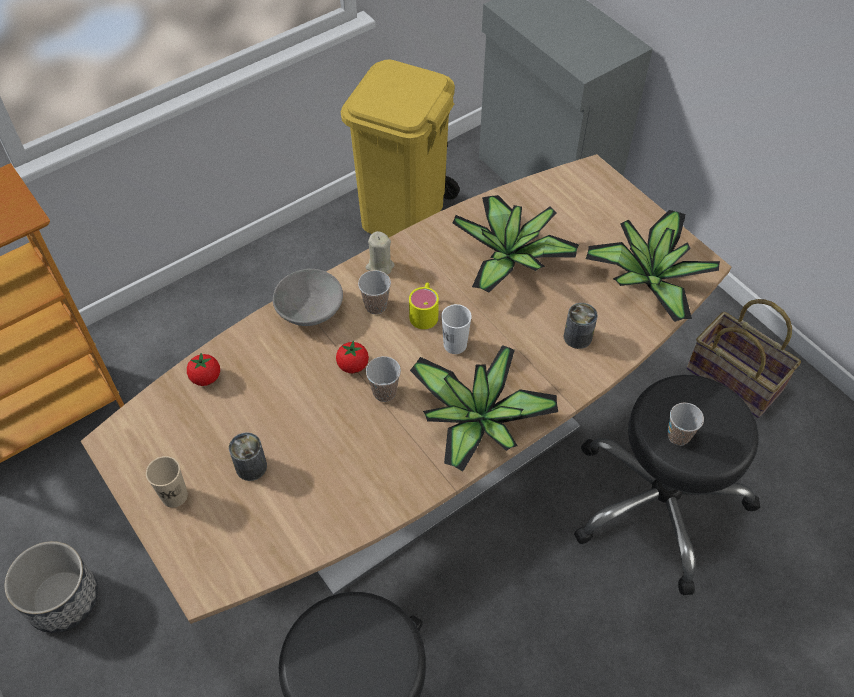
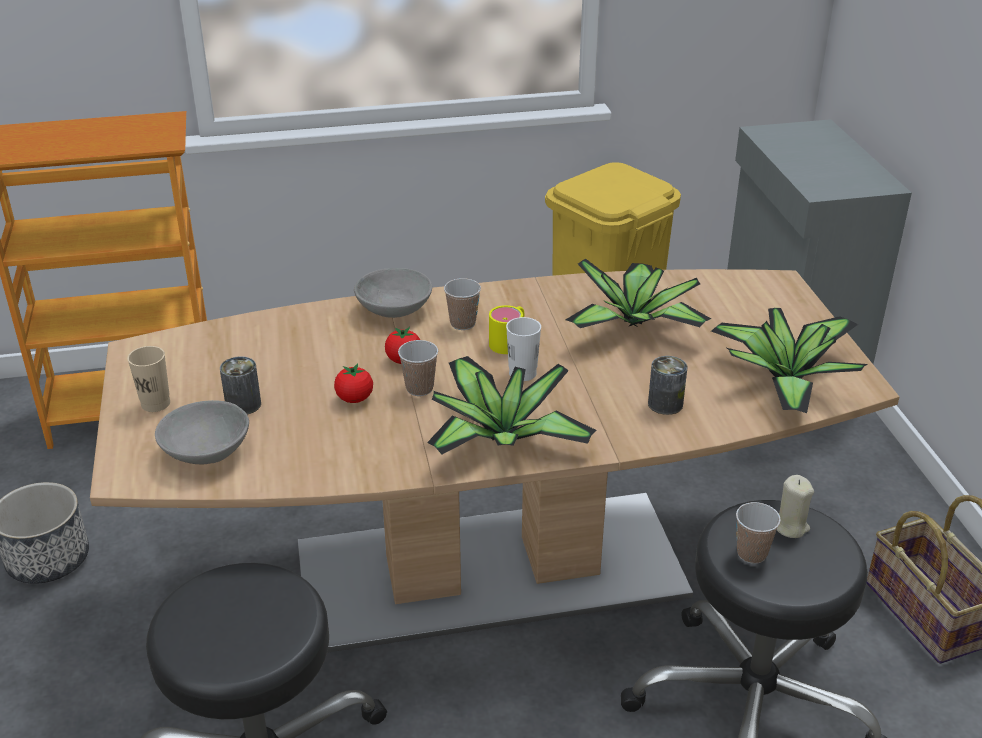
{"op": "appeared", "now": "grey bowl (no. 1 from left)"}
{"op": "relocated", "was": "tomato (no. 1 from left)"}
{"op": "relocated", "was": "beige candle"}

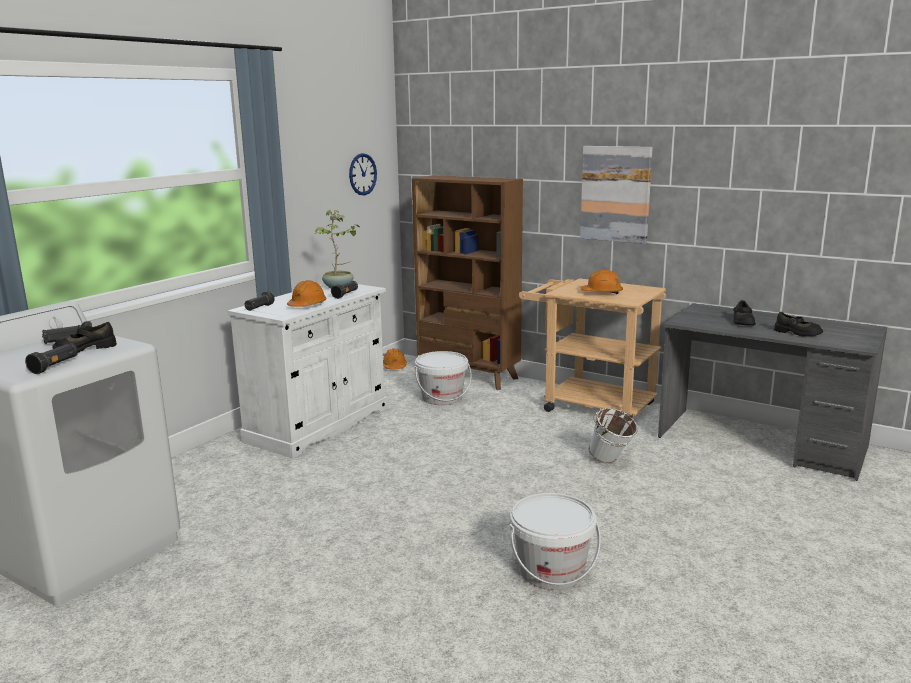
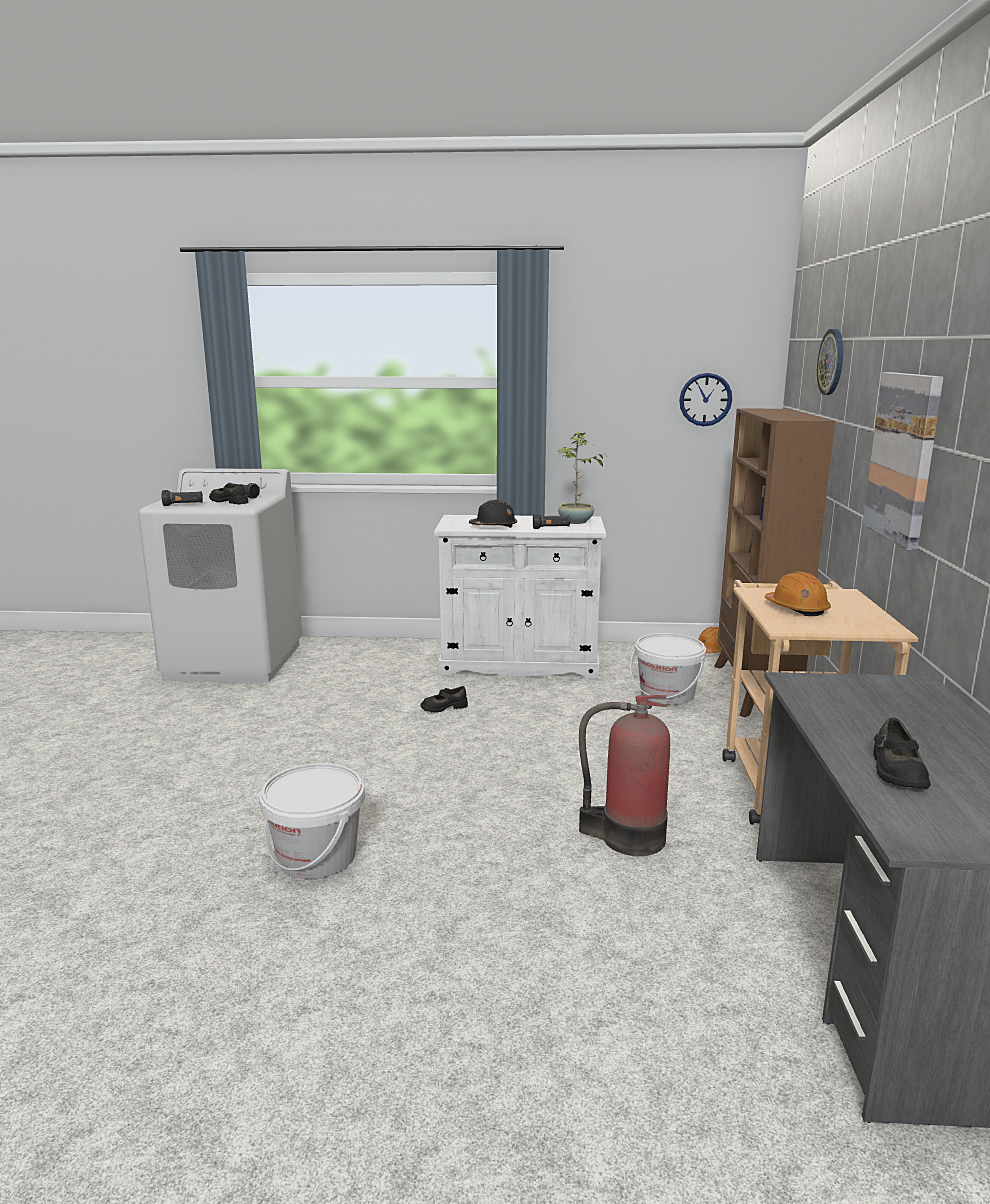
{"op": "missing", "was": "black flashlight (no. 3 from left)"}
{"op": "appeared", "now": "wall clock (no. 2 from left)"}
{"op": "relocated", "was": "black shoe (no. 2 from left)"}
{"op": "exchanged", "was": "white bucket (no. 3 from left)", "now": "fire extinguisher"}
{"op": "colour", "was": "orange hard hat (no. 1 from left)", "now": "black hard hat"}

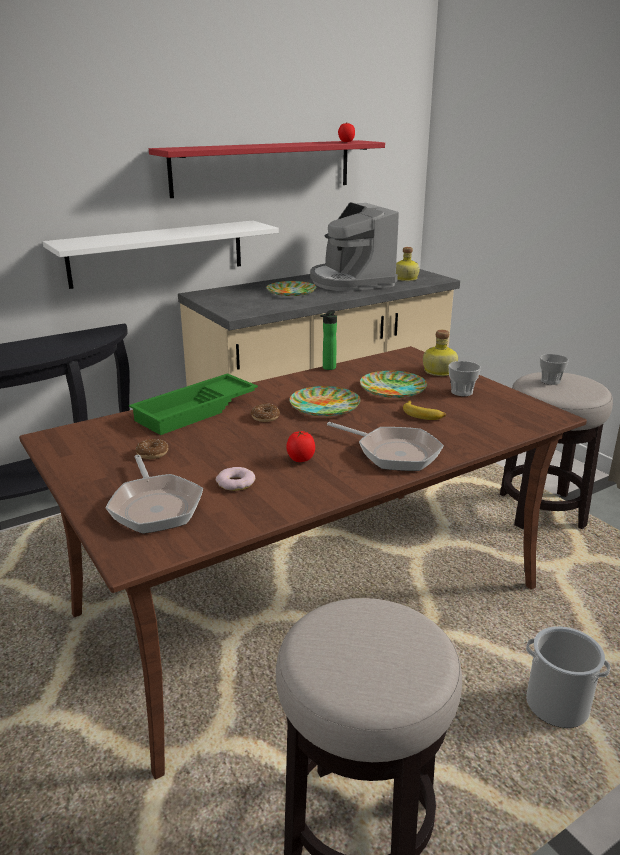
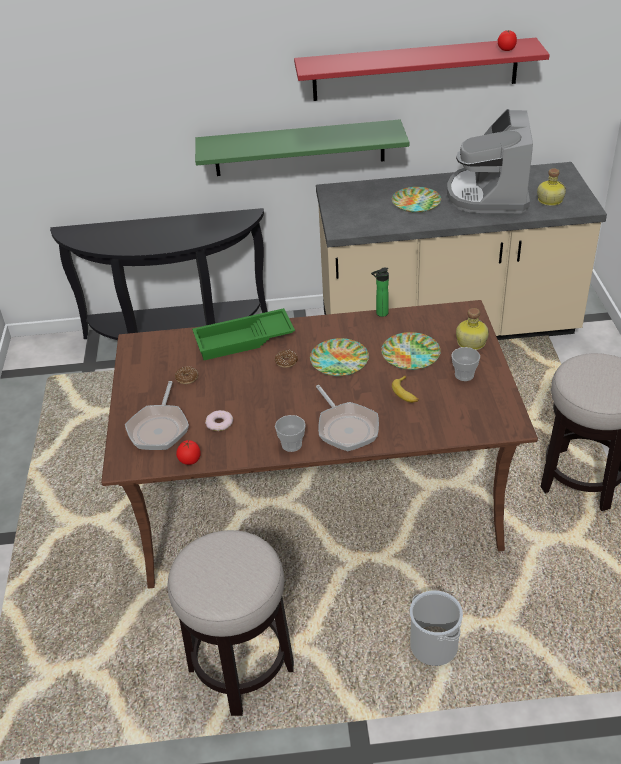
{"op": "relocated", "was": "tomato (no. 1 from left)"}
{"op": "relocated", "was": "cup (no. 2 from left in the first image)", "now": "cup (no. 1 from left)"}
{"op": "colour", "was": "white shelf", "now": "green shelf"}

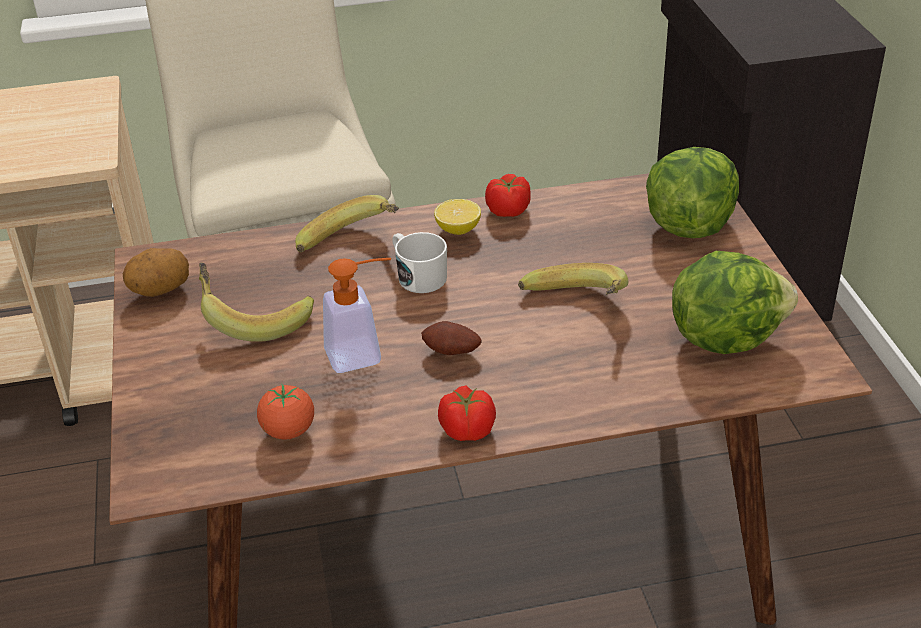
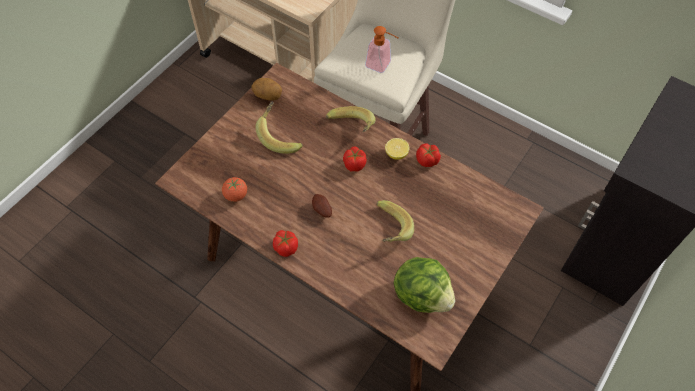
{"op": "missing", "was": "lettuce (no. 1 from left)"}
{"op": "relocated", "was": "soap dispenser"}
{"op": "exchanged", "was": "white mug", "now": "tomato (no. 3 from left)"}

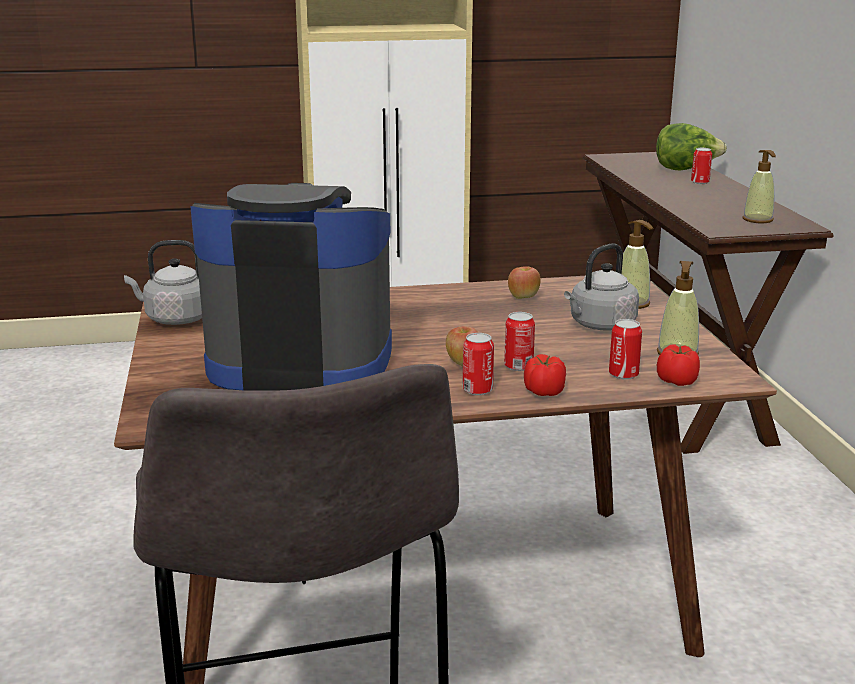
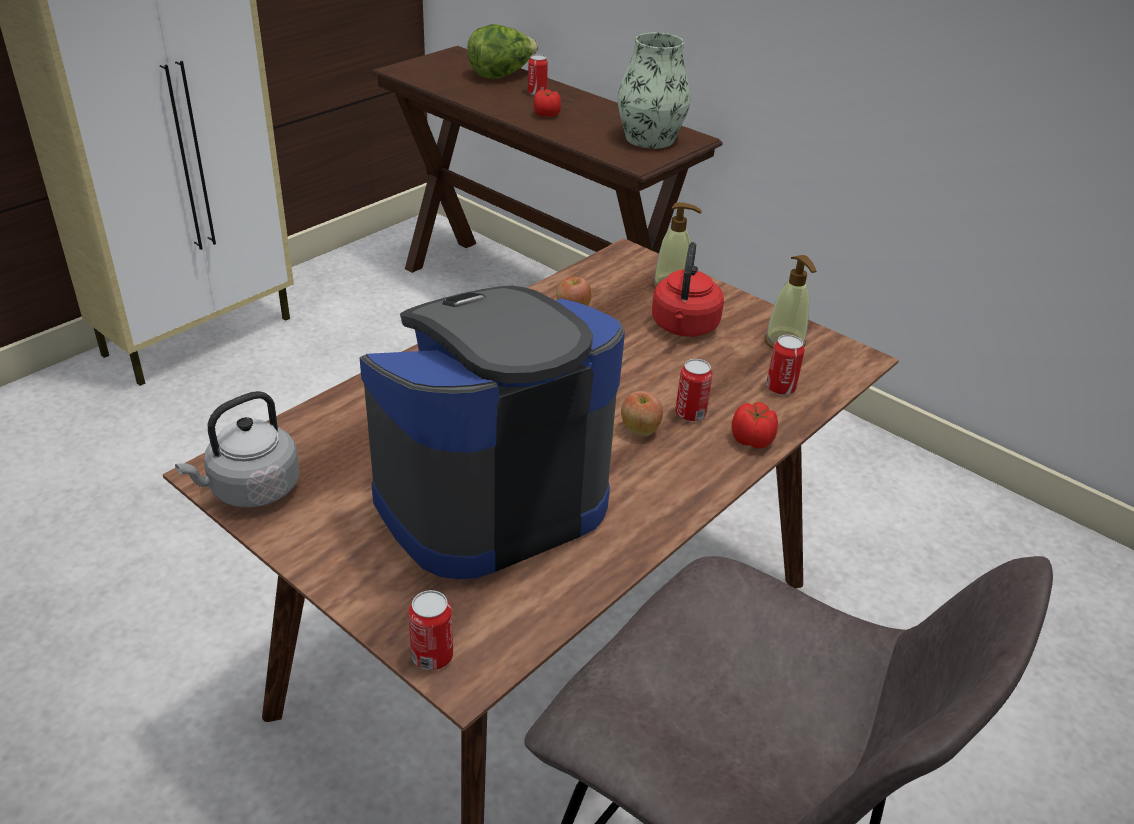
{"op": "relocated", "was": "can (no. 1 from left)"}
{"op": "relocated", "was": "tomato (no. 2 from left in the first image)", "now": "tomato (no. 1 from left)"}
{"op": "exchanged", "was": "soap dispenser (no. 3 from left)", "now": "vase"}
{"op": "colour", "was": "grey kettle (no. 2 from left)", "now": "red kettle"}

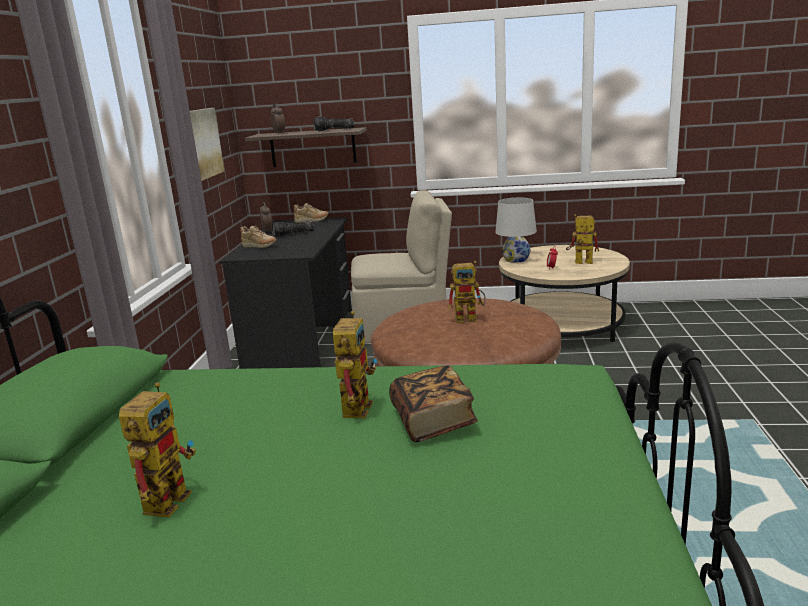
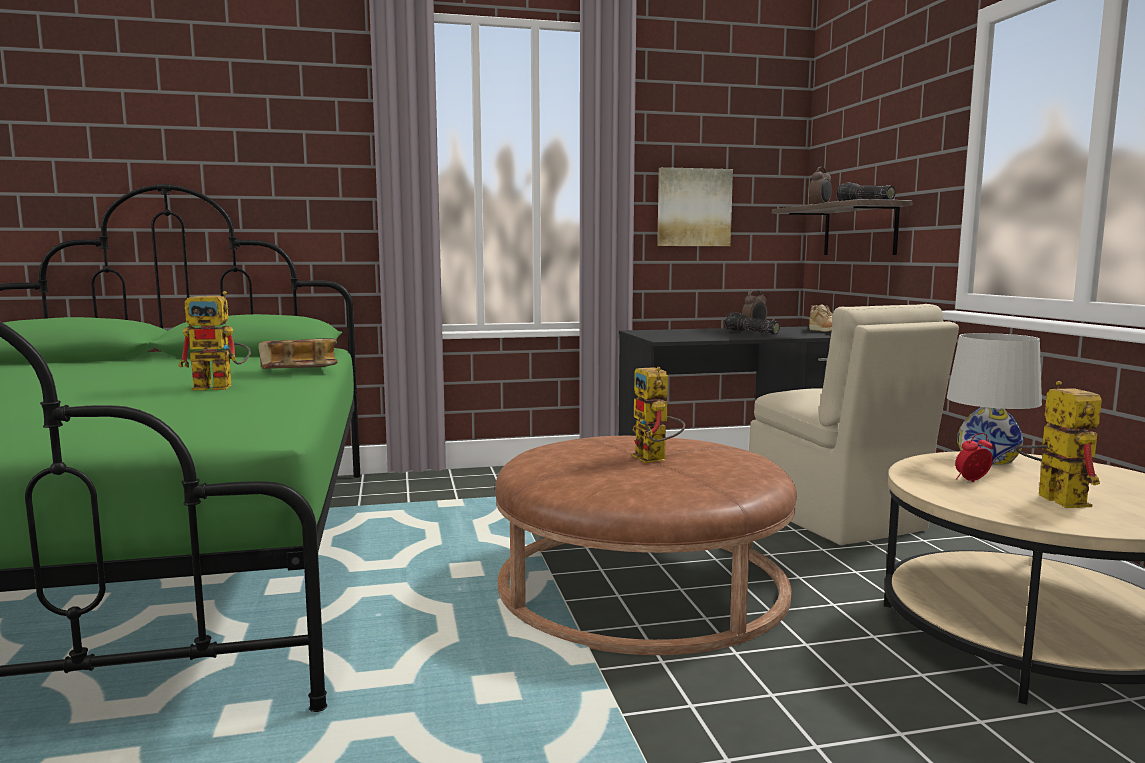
{"op": "missing", "was": "toy robot (no. 1 from left)"}
{"op": "missing", "was": "beige shoe (no. 1 from left)"}
{"op": "relocated", "was": "book"}

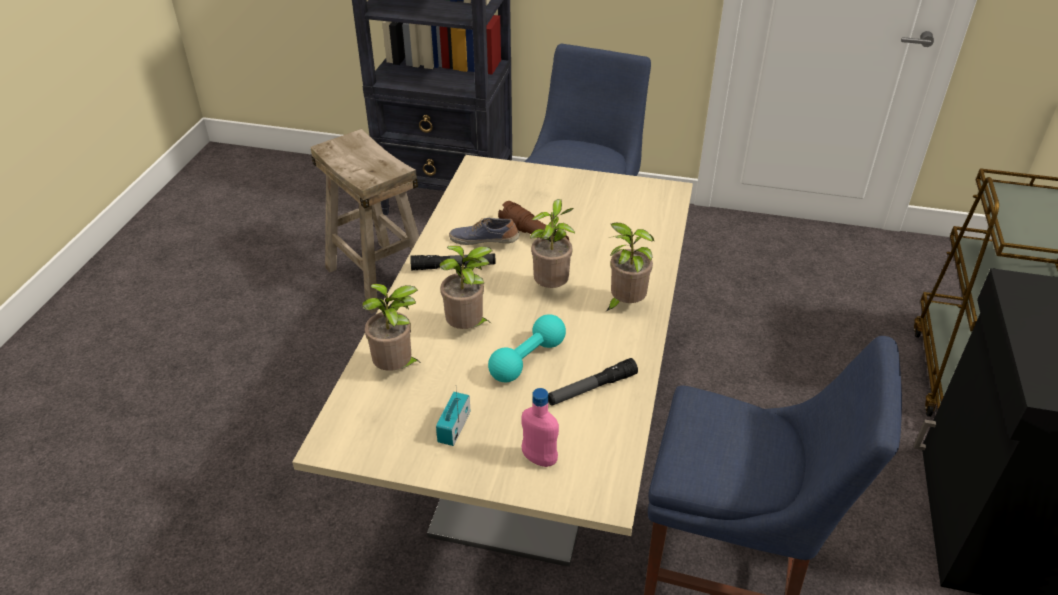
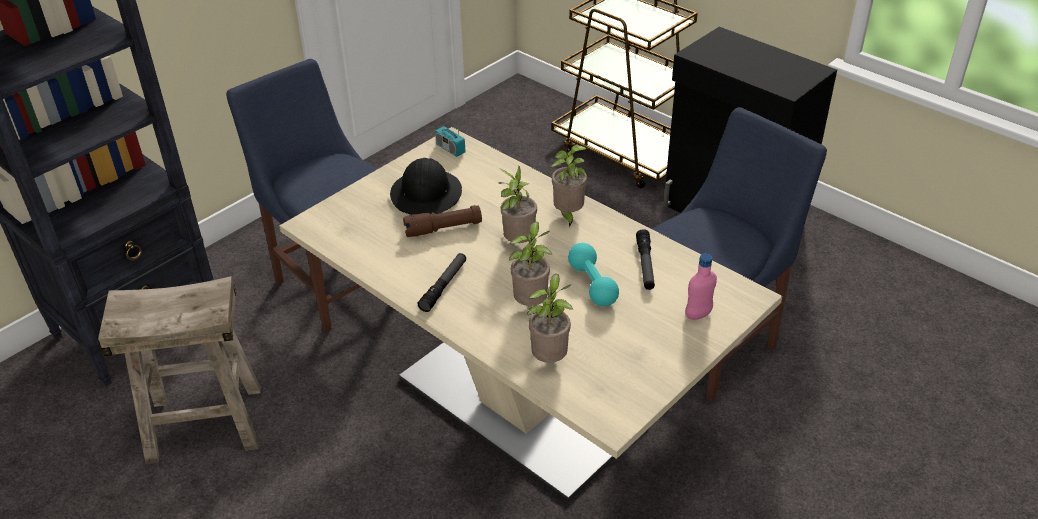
{"op": "missing", "was": "shoe"}
{"op": "appeared", "now": "black hard hat"}
{"op": "relocated", "was": "radio"}

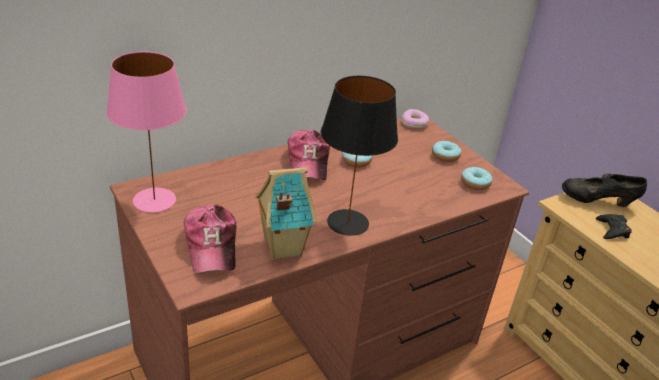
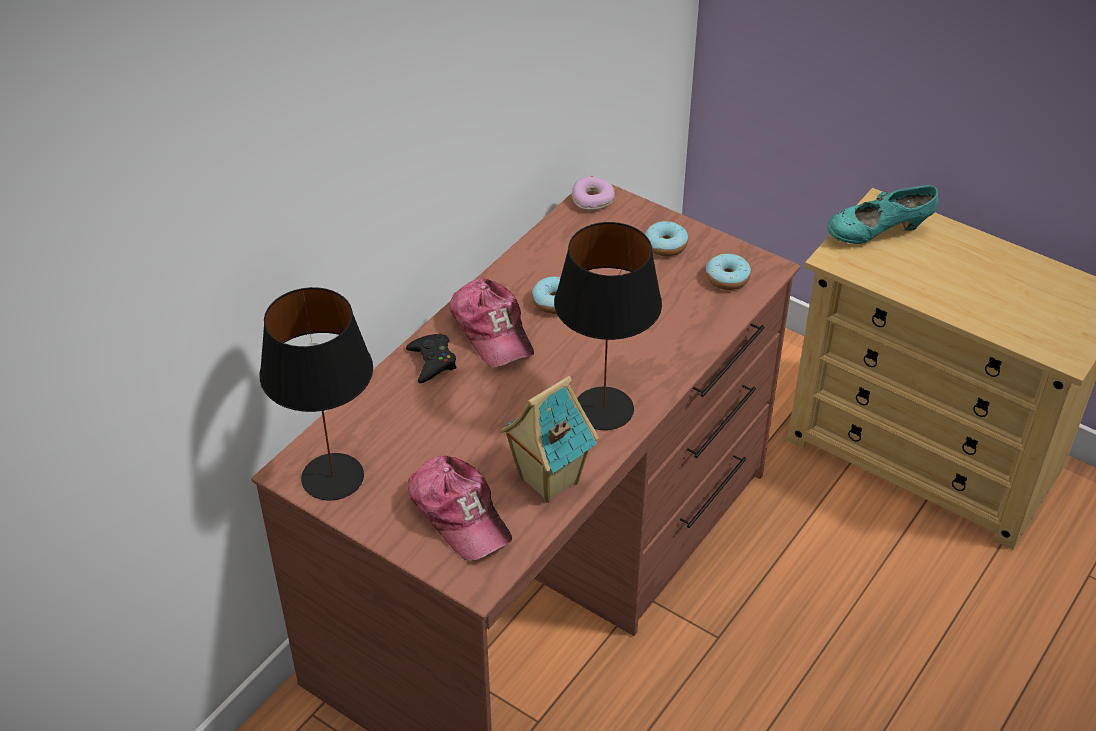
{"op": "relocated", "was": "black game controller"}
{"op": "colour", "was": "pink table lamp", "now": "black table lamp (no. 1 from left)"}
{"op": "colour", "was": "black shoe", "now": "turquoise shoe"}

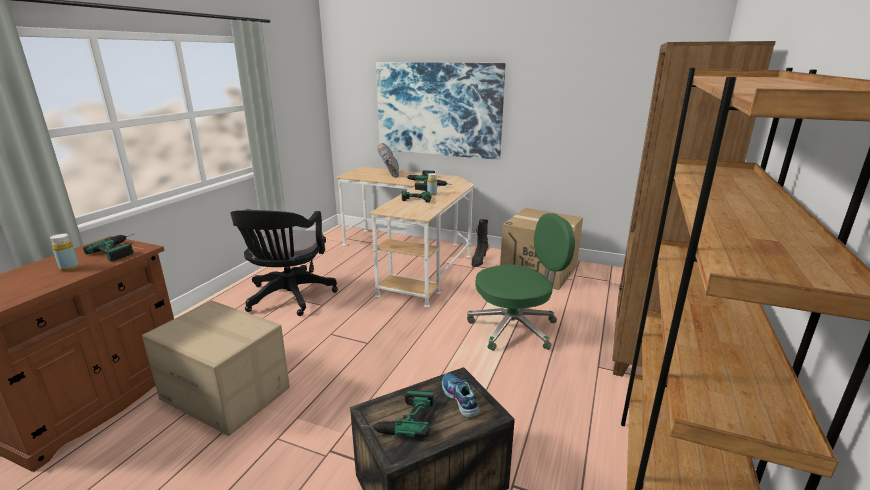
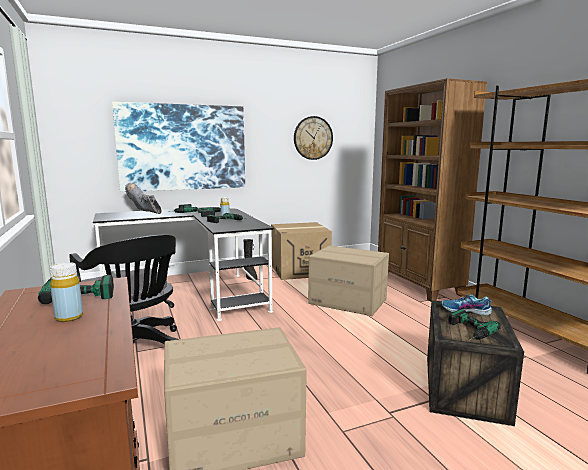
{"op": "appeared", "now": "wall clock"}
{"op": "exchanged", "was": "green office chair", "now": "cardboard box (no. 3 from left)"}
{"op": "colour", "was": "beige desk", "now": "black desk"}

